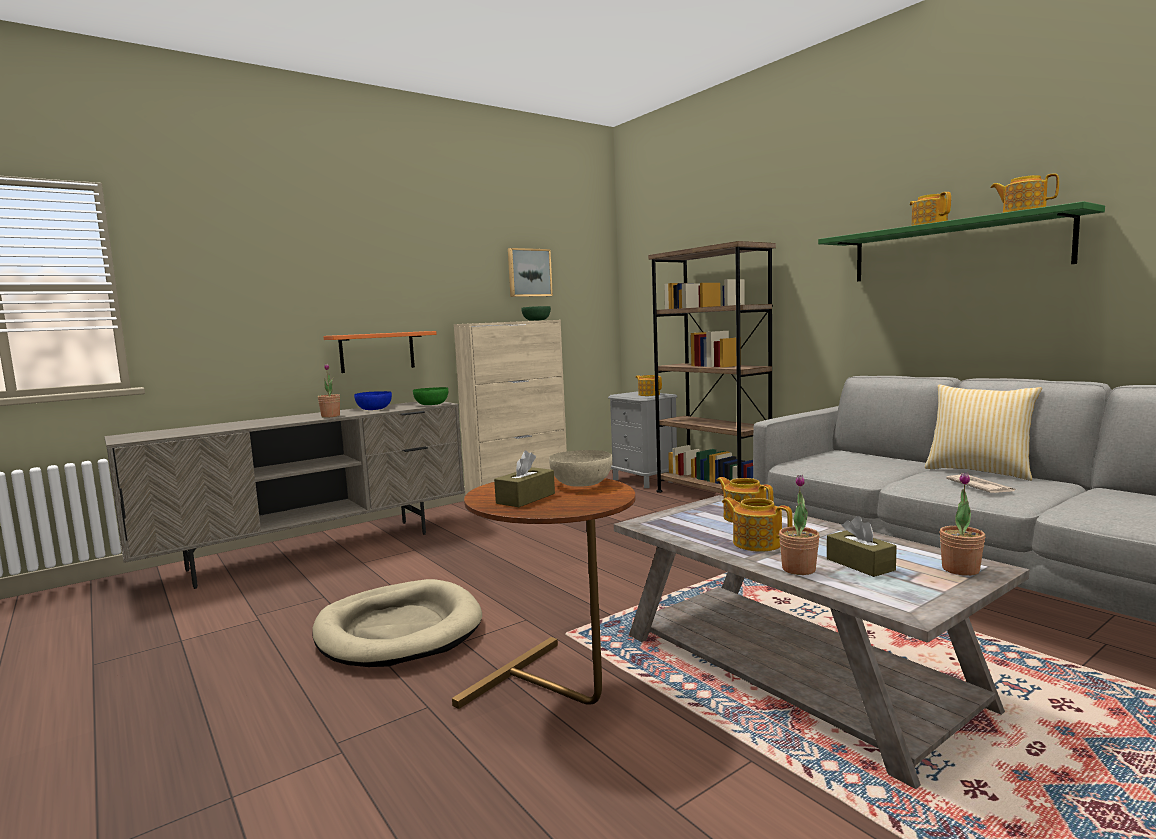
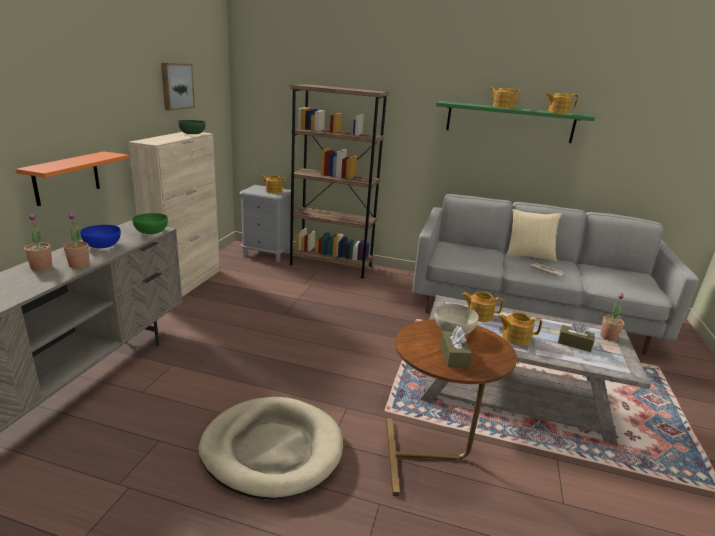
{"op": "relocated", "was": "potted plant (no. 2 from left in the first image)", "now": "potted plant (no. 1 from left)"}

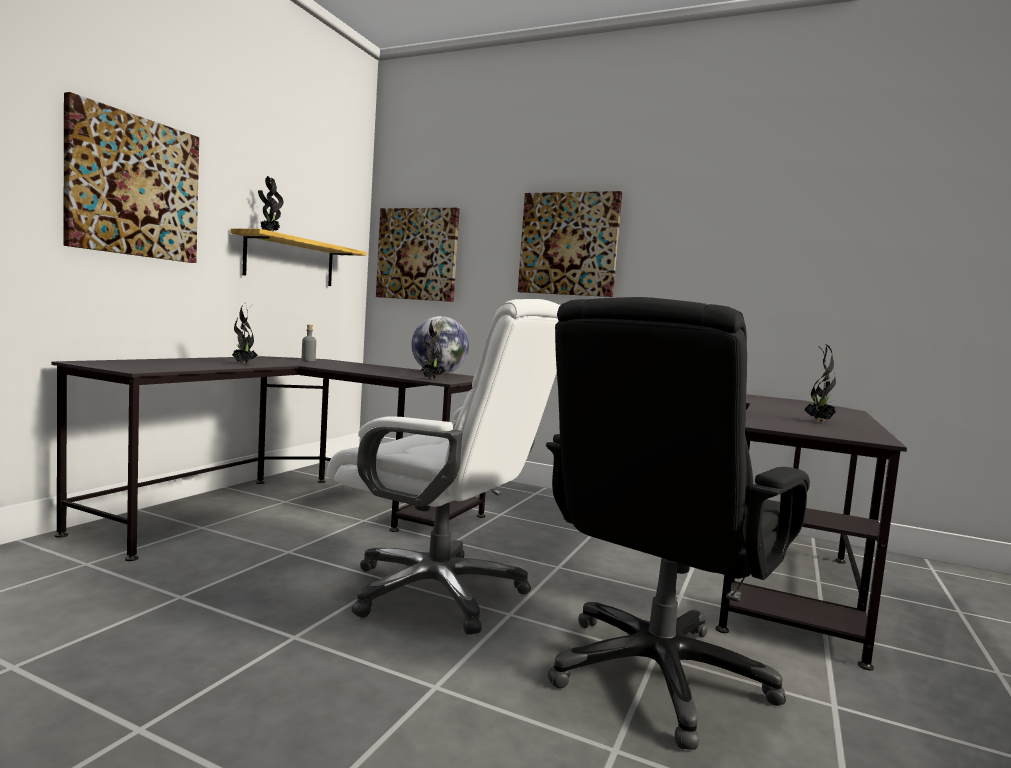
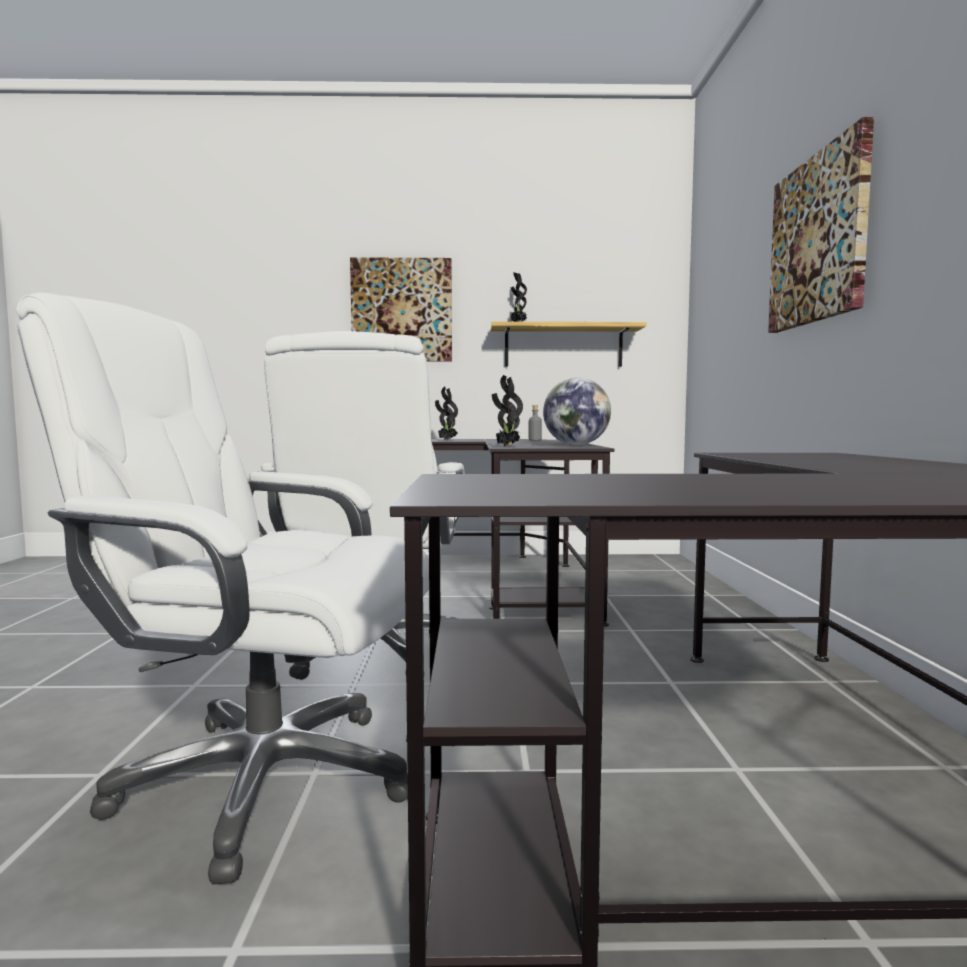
{"op": "missing", "was": "picture (no. 2 from left)"}
{"op": "missing", "was": "potted plant (no. 4 from left)"}
{"op": "colour", "was": "black office chair", "now": "white office chair (no. 1 from left)"}

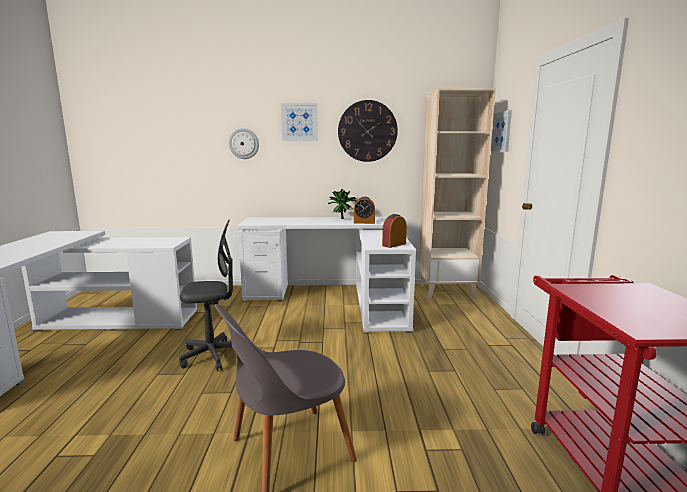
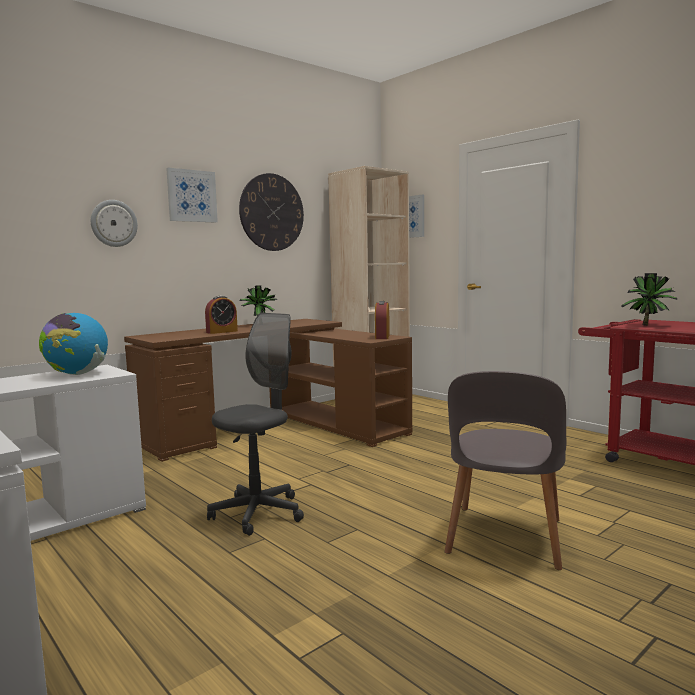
{"op": "appeared", "now": "globe"}
{"op": "appeared", "now": "potted plant (no. 2 from left)"}
{"op": "relocated", "was": "alarm clock (no. 1 from left)"}
{"op": "colour", "was": "white desk (no. 2 from left)", "now": "brown desk"}

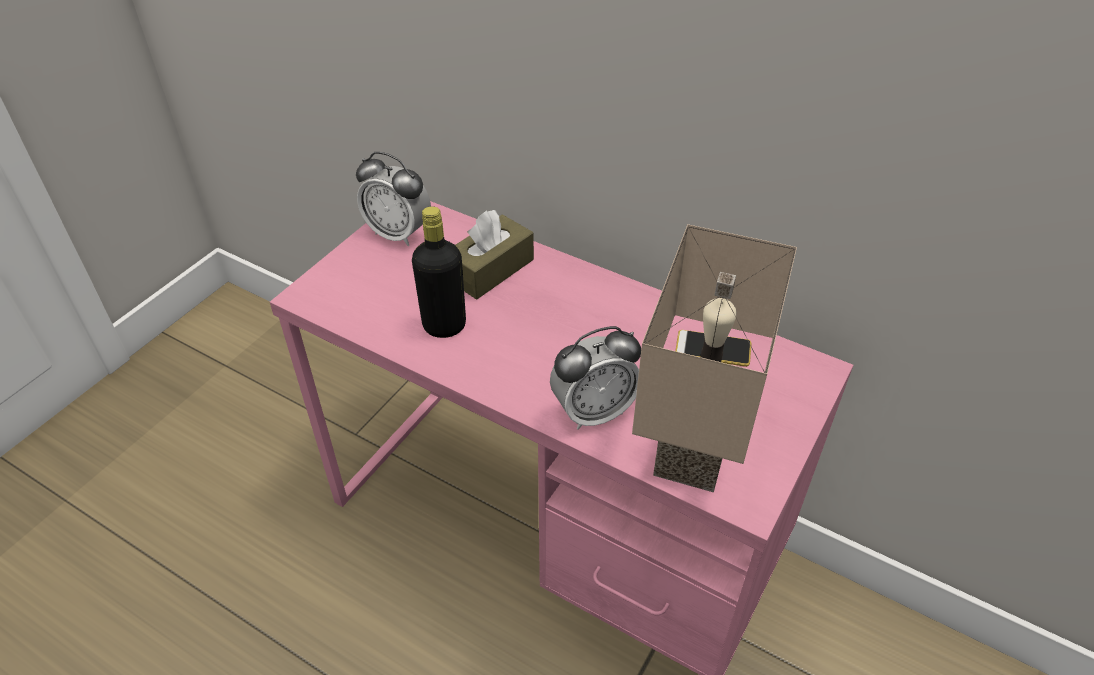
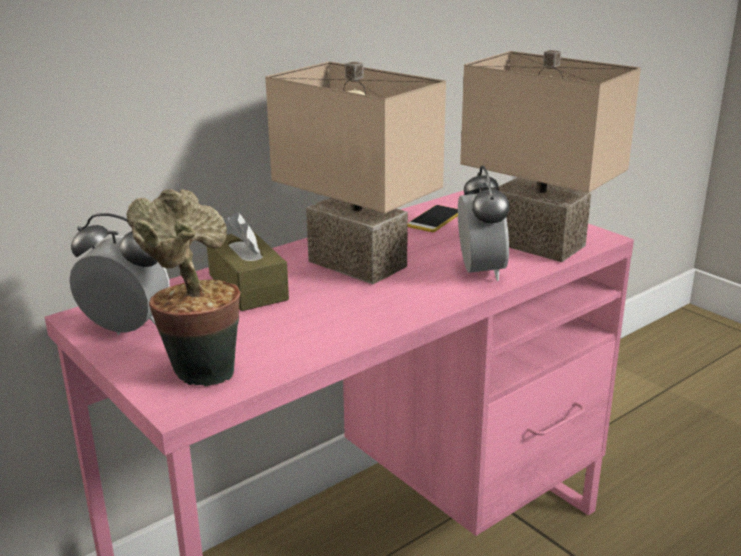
{"op": "missing", "was": "black bottle"}
{"op": "appeared", "now": "potted plant"}
{"op": "appeared", "now": "beige table lamp (no. 1 from left)"}
{"op": "spun", "was": "alarm clock (no. 1 from left)", "clockwise": -120}

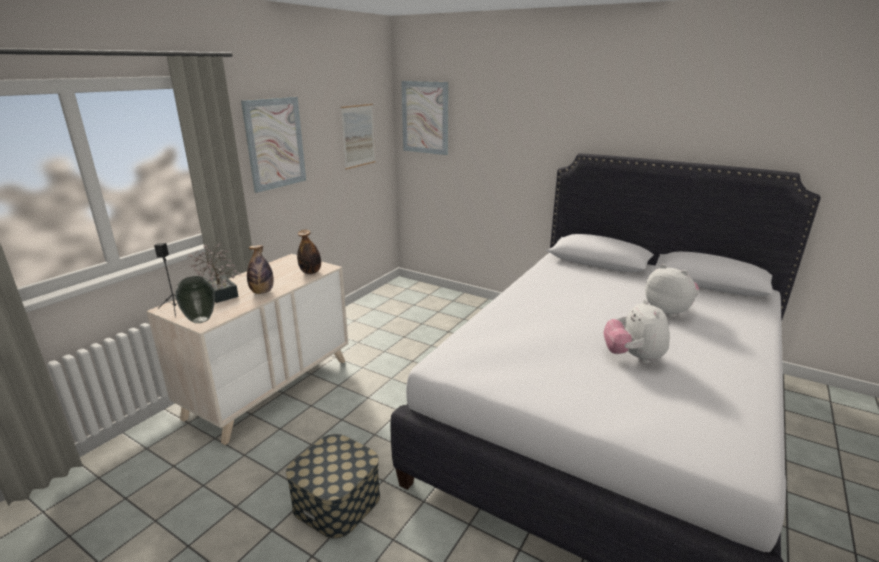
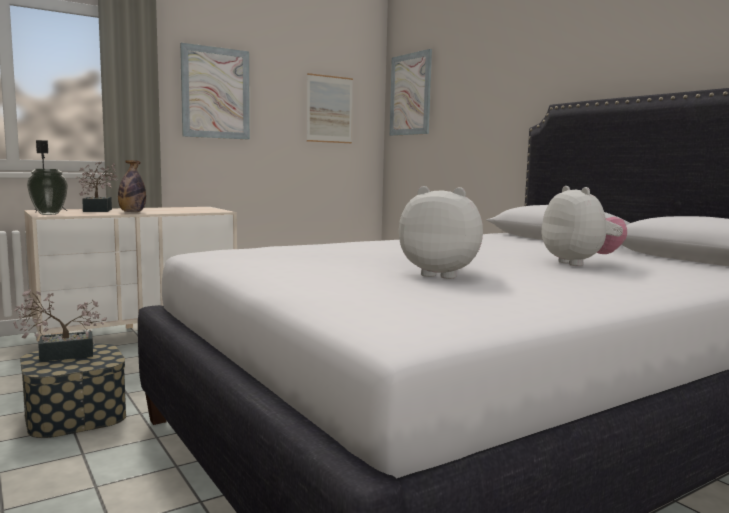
{"op": "missing", "was": "bottle (no. 2 from left)"}
{"op": "appeared", "now": "potted plant (no. 1 from left)"}
{"op": "spun", "was": "plush toy (no. 1 from left)", "clockwise": 90}

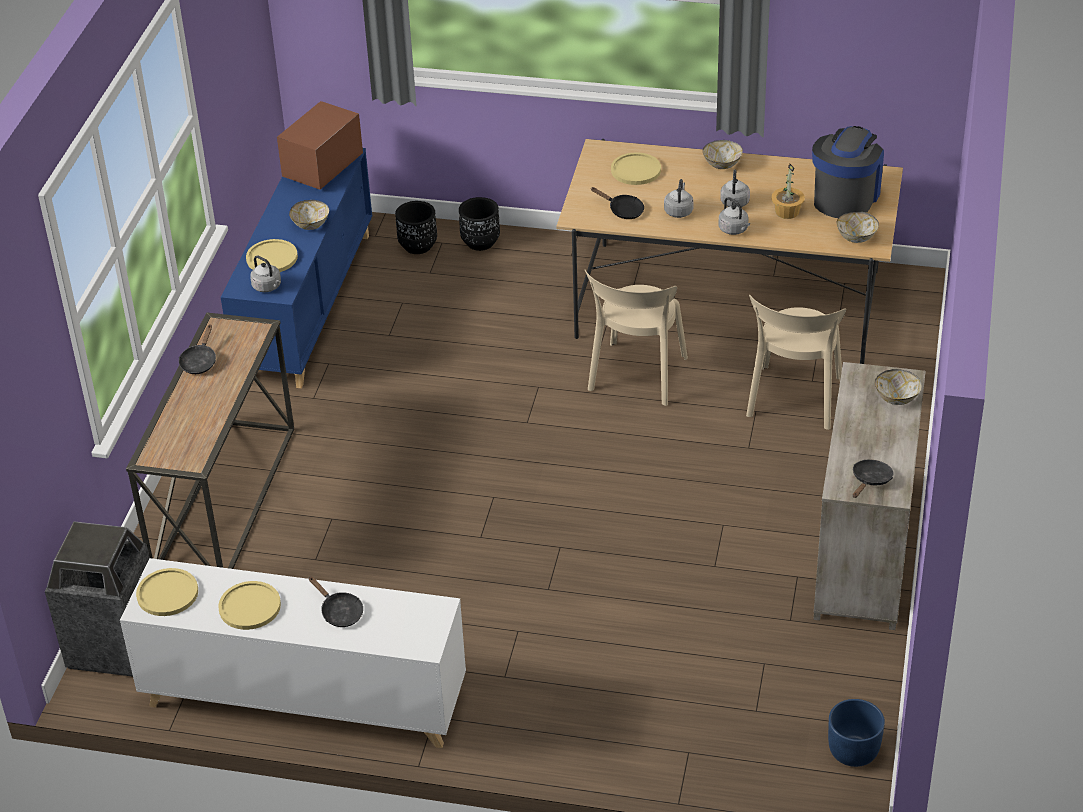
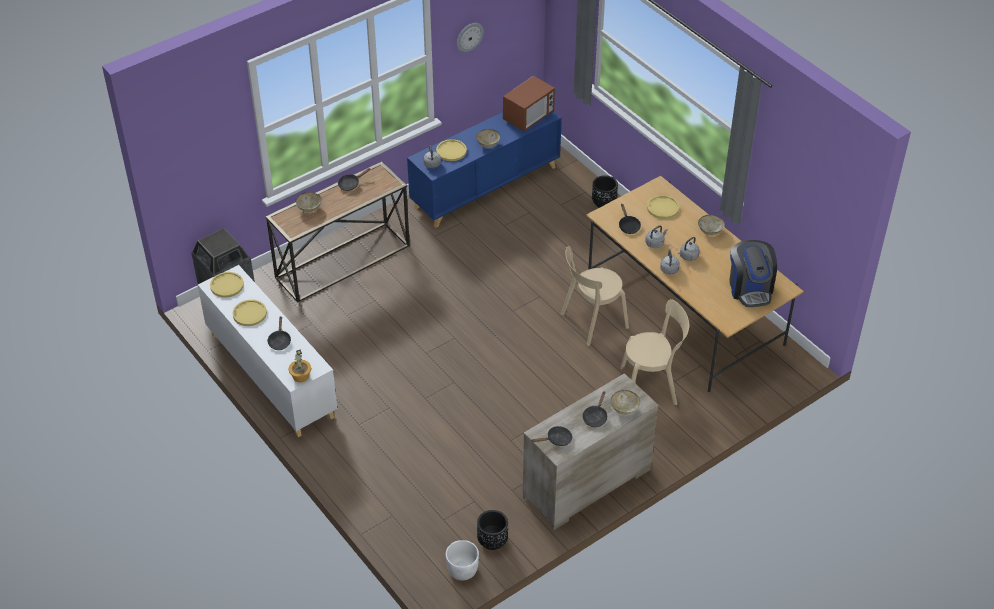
{"op": "appeared", "now": "wall clock"}
{"op": "appeared", "now": "black frying pan (no. 4 from left)"}
{"op": "relocated", "was": "black planter (no. 1 from left)"}
{"op": "relocated", "was": "potted plant"}
{"op": "relocated", "was": "bowl (no. 3 from left in the first image)", "now": "bowl (no. 1 from left)"}
{"op": "colour", "was": "blue planter", "now": "white planter"}
{"op": "spun", "was": "microwave", "clockwise": 150}
{"op": "spun", "was": "beige chair (no. 2 from left)", "clockwise": -150}
{"op": "spun", "was": "coffee machine", "clockwise": 105}

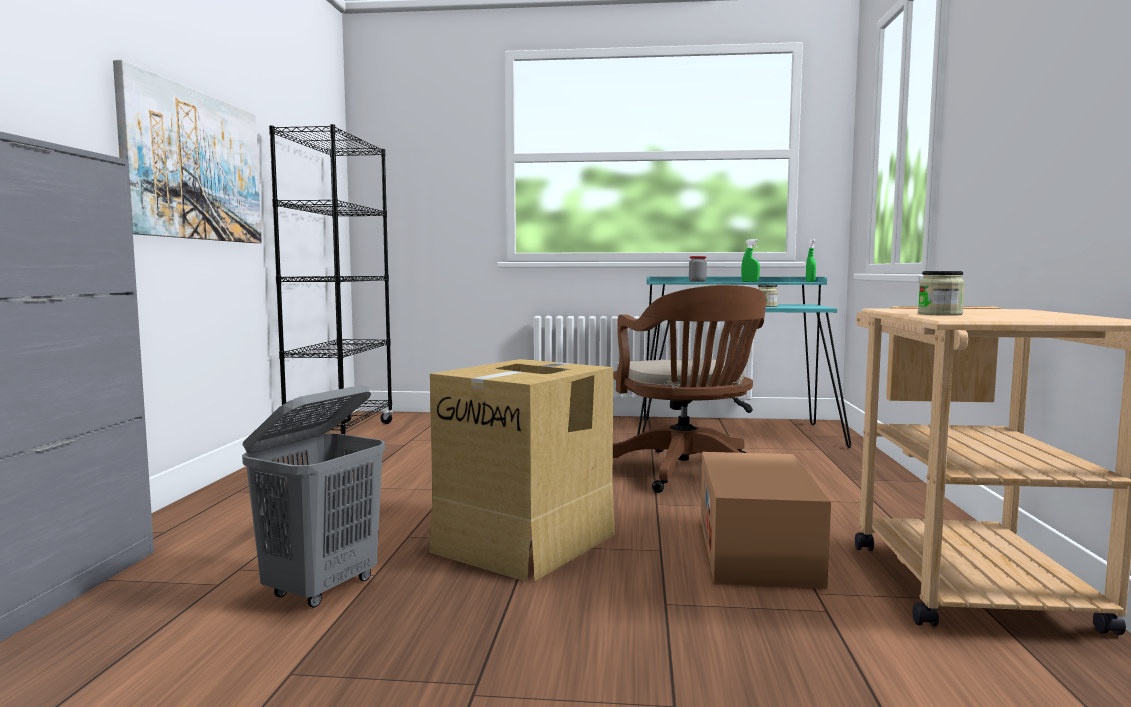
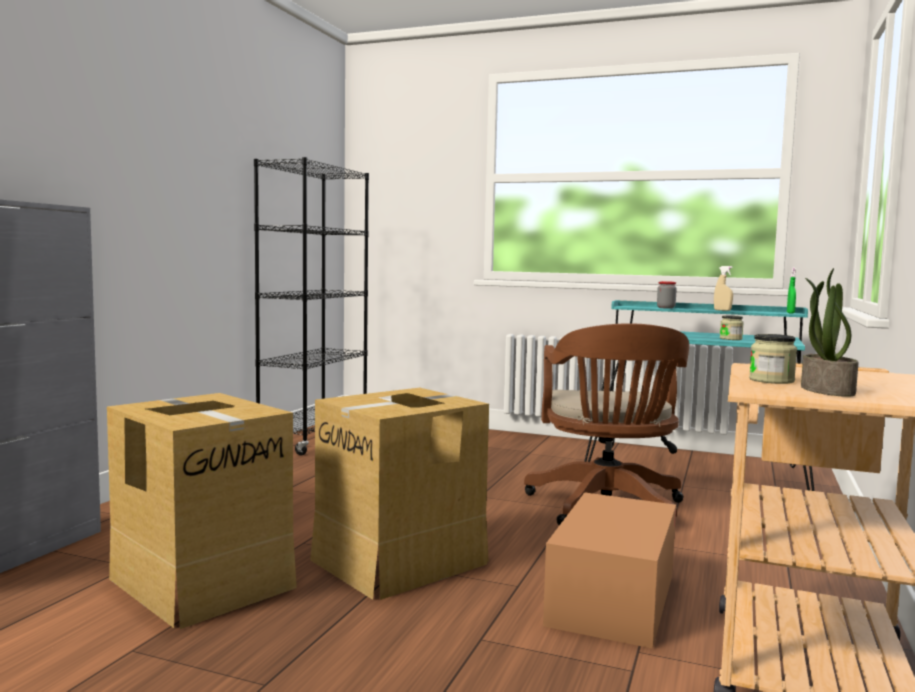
{"op": "missing", "was": "picture"}
{"op": "appeared", "now": "potted plant"}
{"op": "exchanged", "was": "grey laundry basket", "now": "cardboard box (no. 1 from left)"}
{"op": "colour", "was": "green spray bottle (no. 1 from left)", "now": "beige spray bottle"}

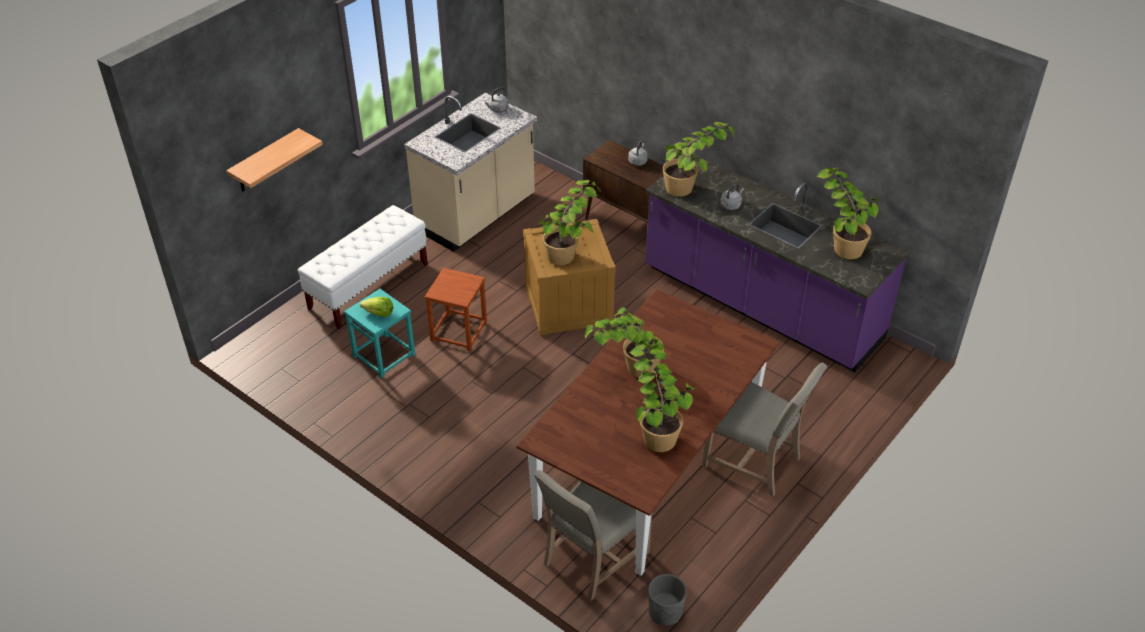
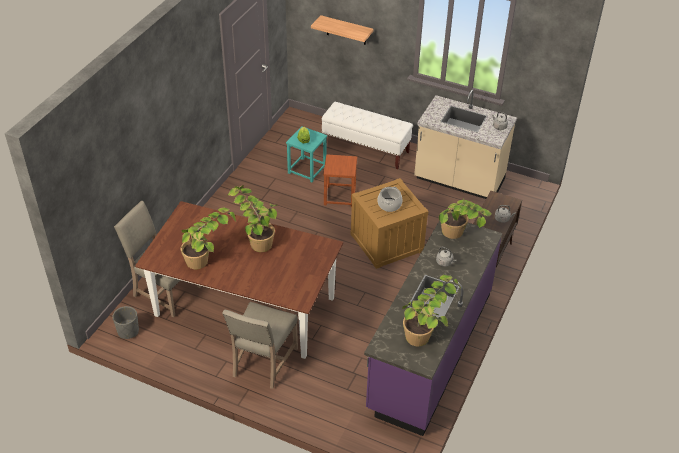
{"op": "exchanged", "was": "potted plant (no. 1 from left)", "now": "cooking pot"}

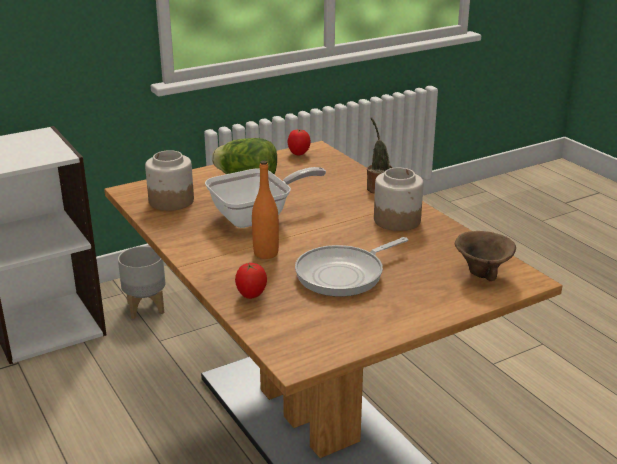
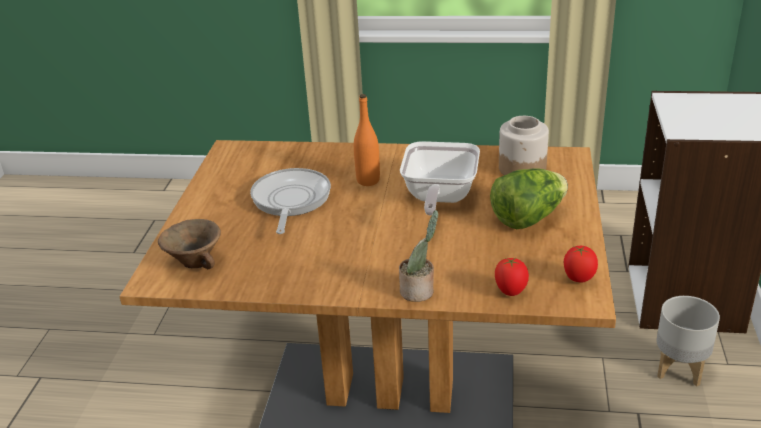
{"op": "missing", "was": "jar (no. 2 from left)"}
{"op": "relocated", "was": "tomato (no. 1 from left)"}

